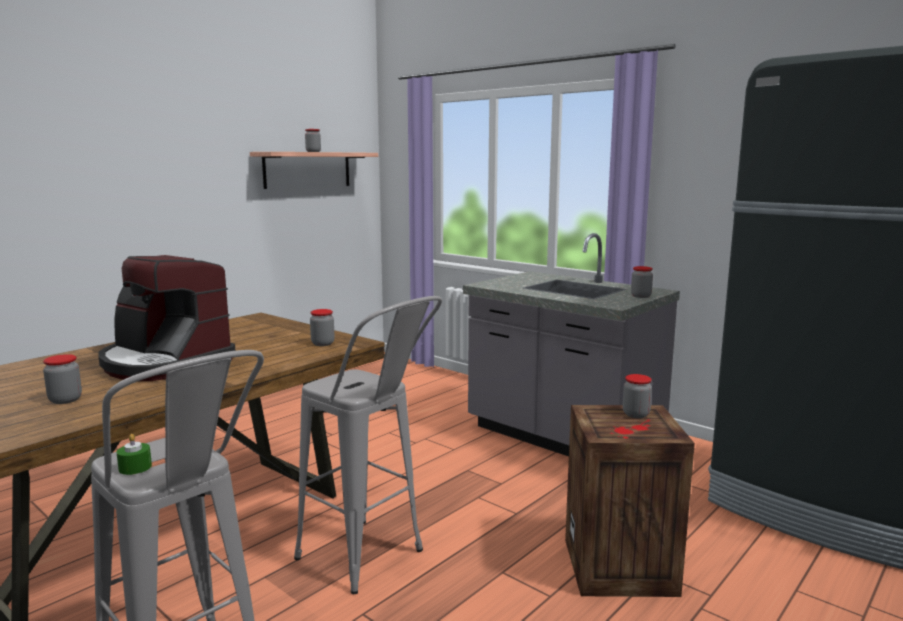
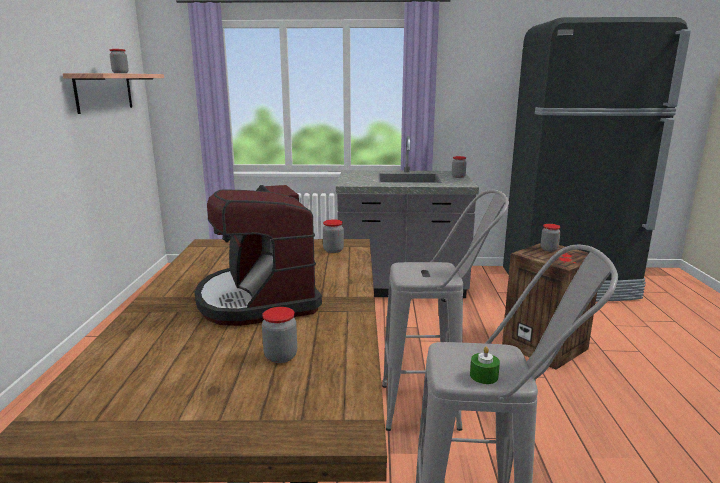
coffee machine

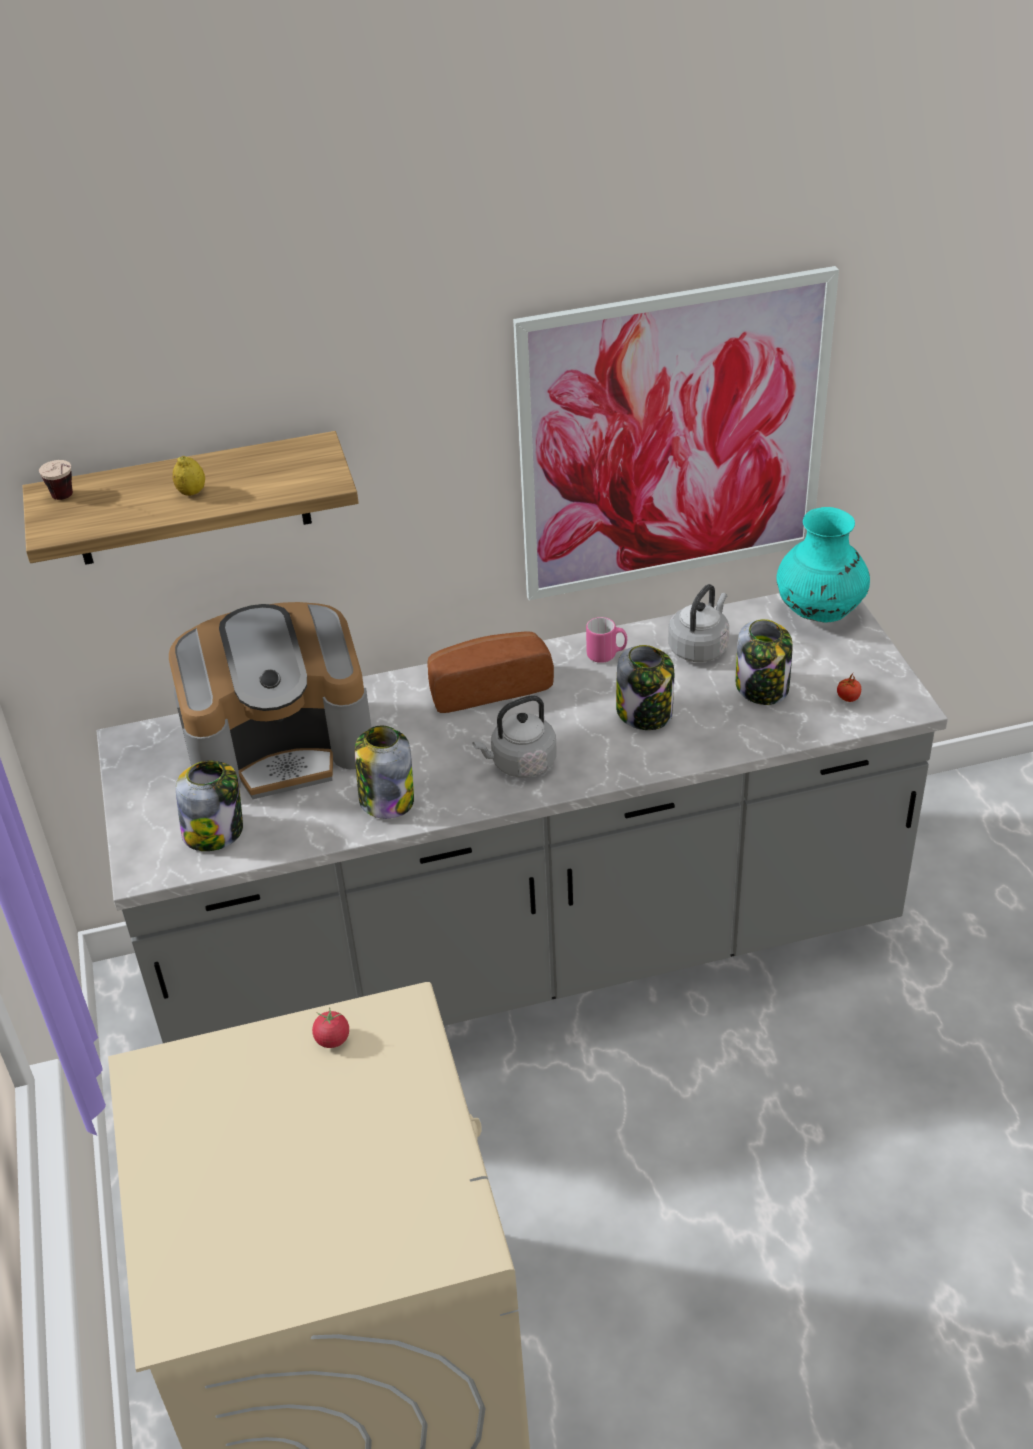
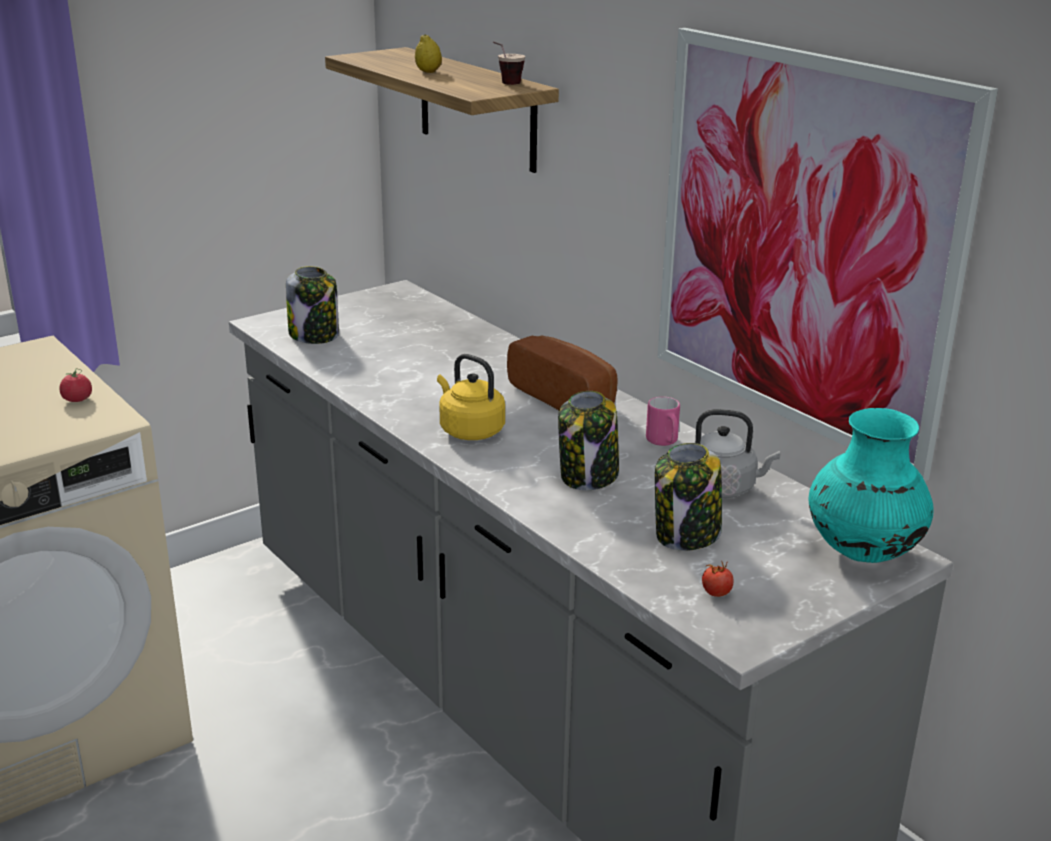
yellow-coloured water kettle
cup
coffee machine
jar (2nd from left in the first image)

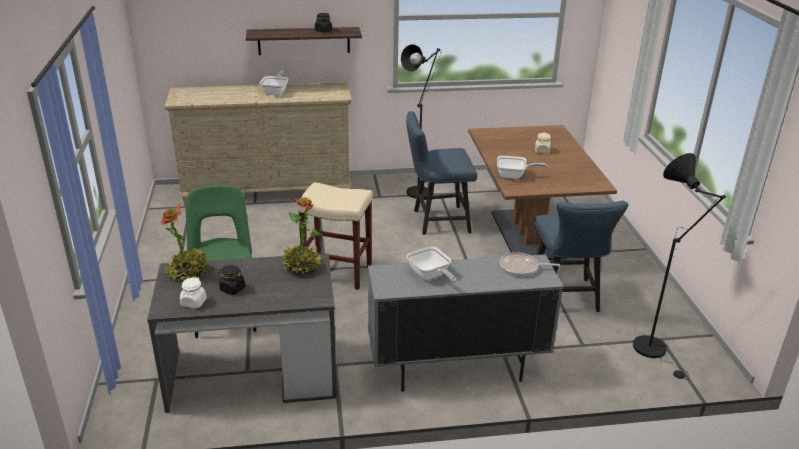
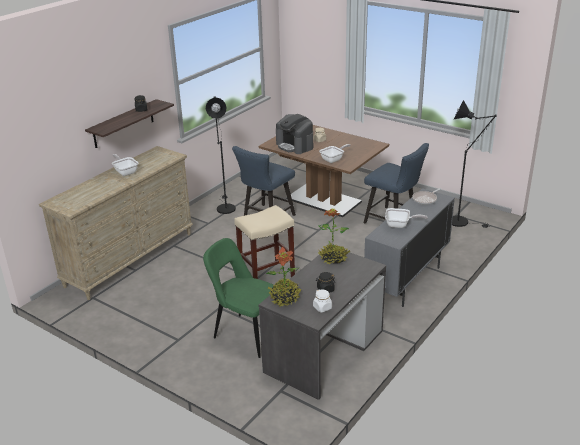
coffee machine

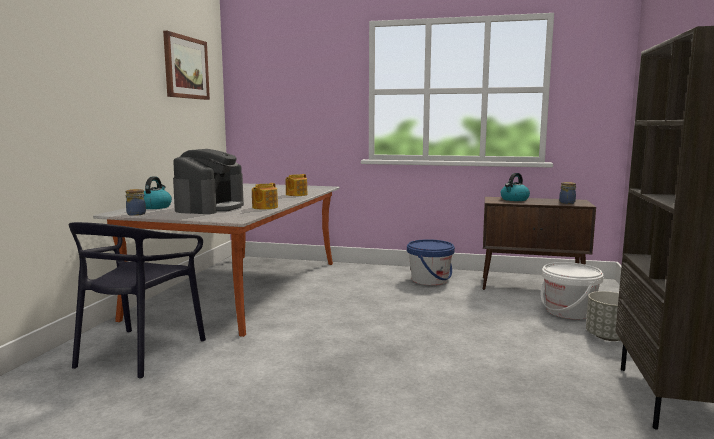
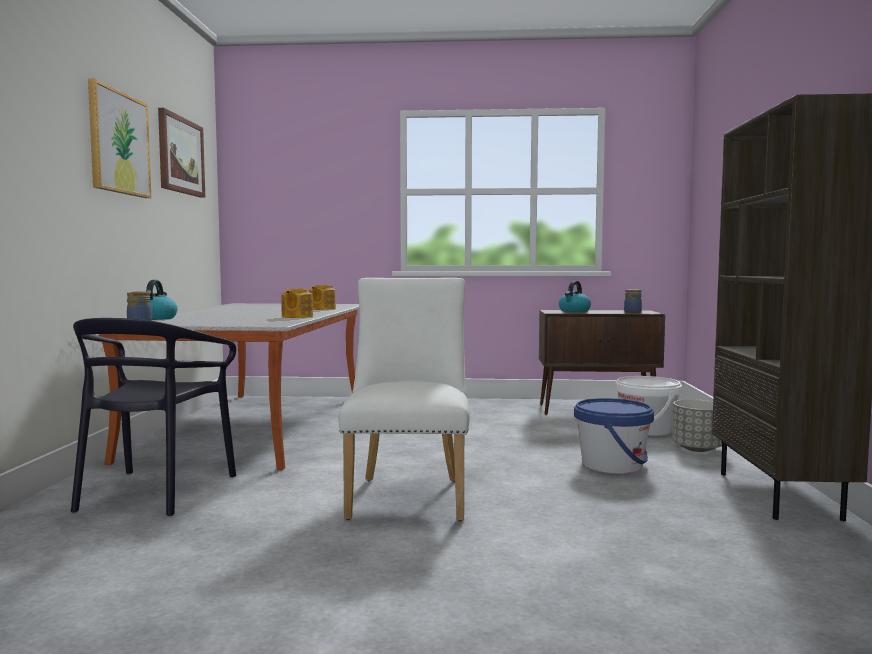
wall picture (1st from left)
white upright chair
blue-coloured bucket
coffee machine

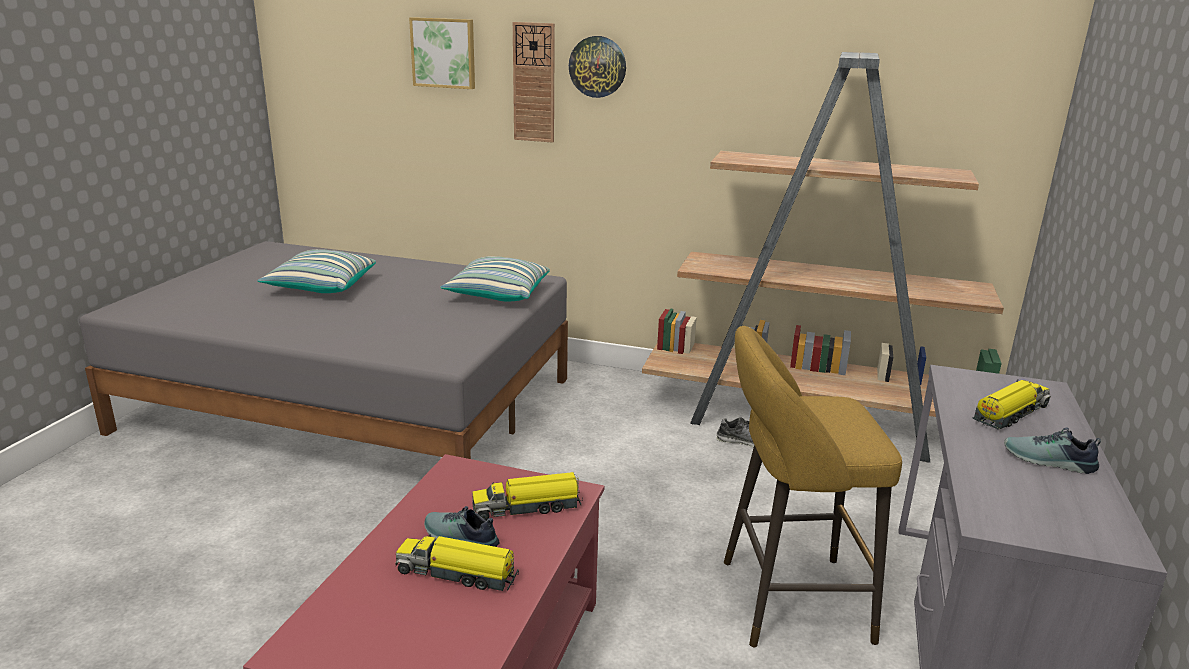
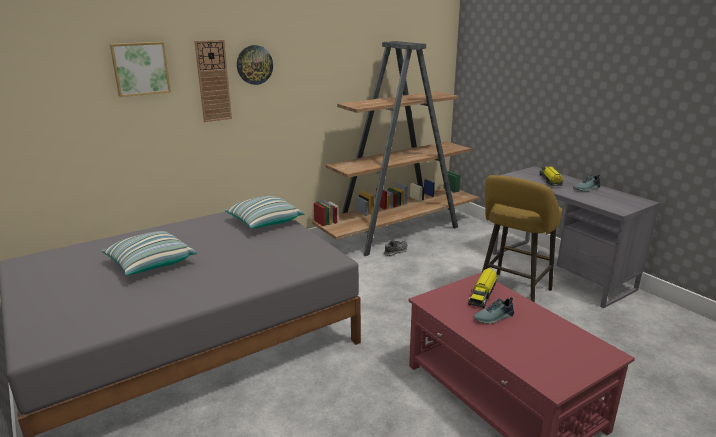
toy truck (1st from left in the first image)

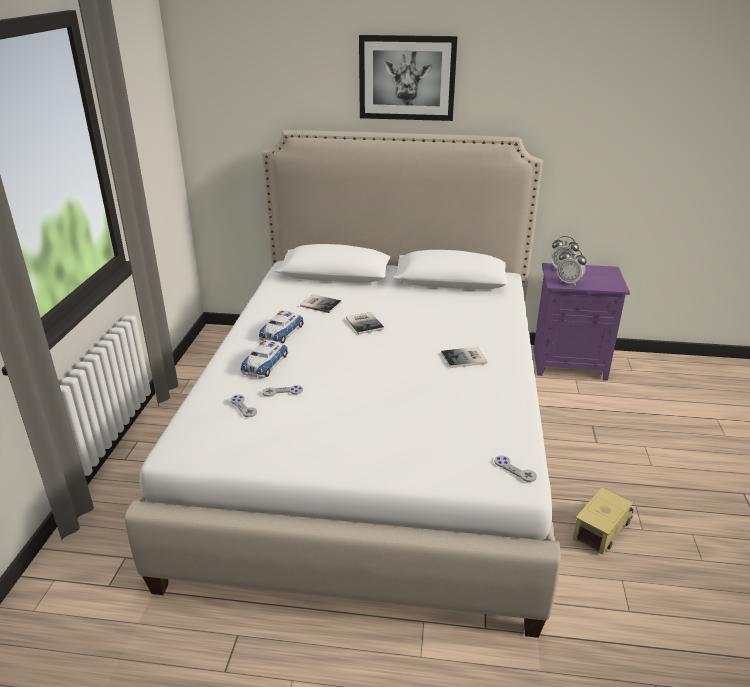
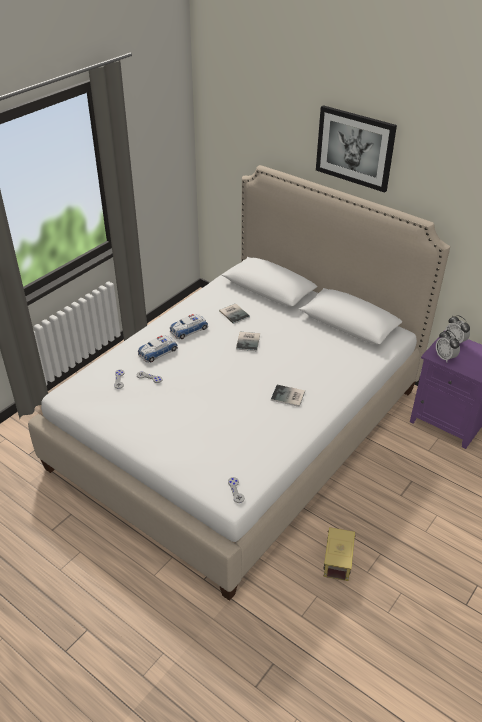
toy truck

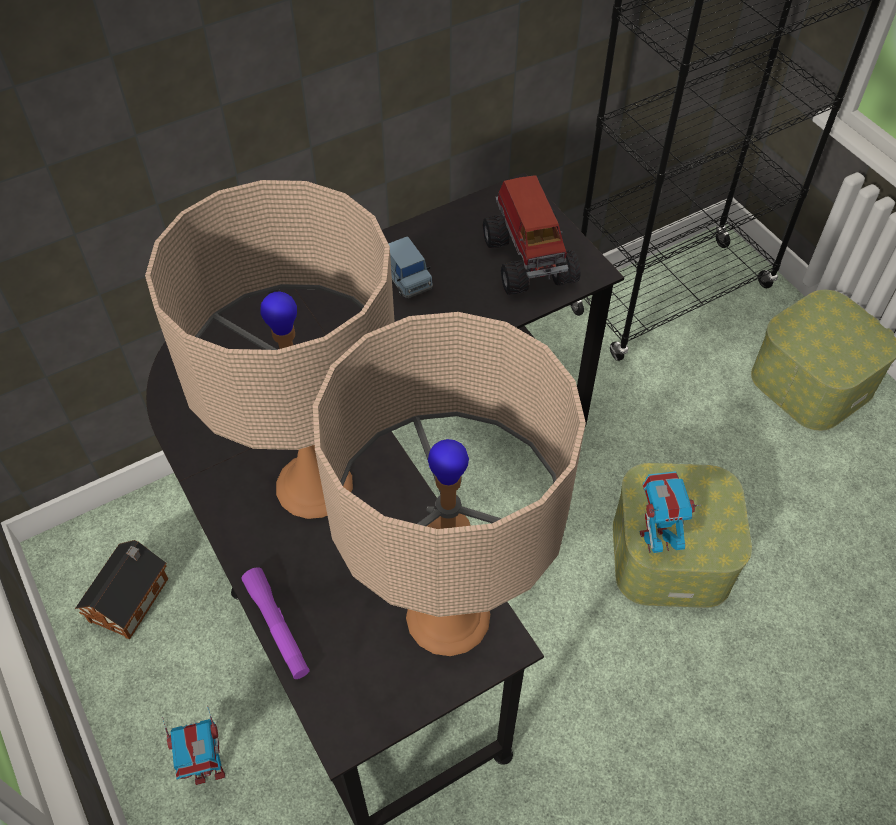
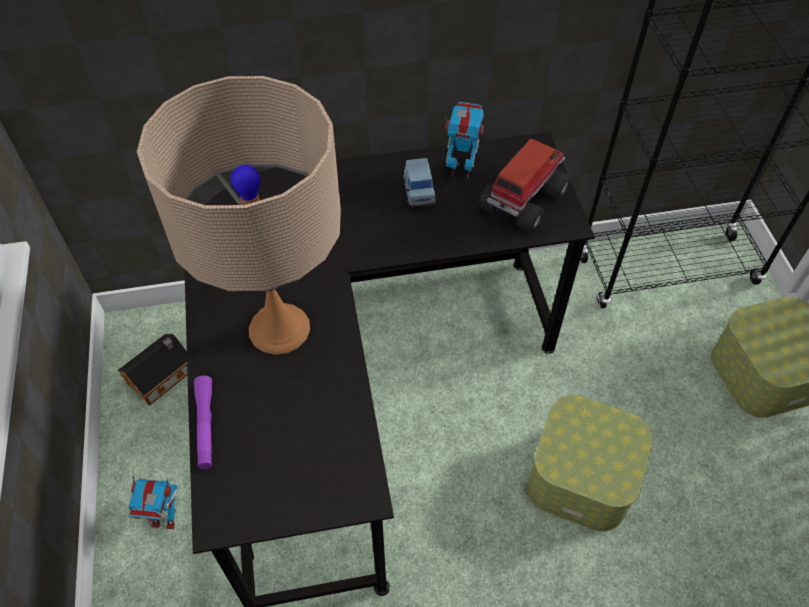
toy robot (2nd from left)
toy truck
sand-coloured lamp for a table (2nd from left in the first image)

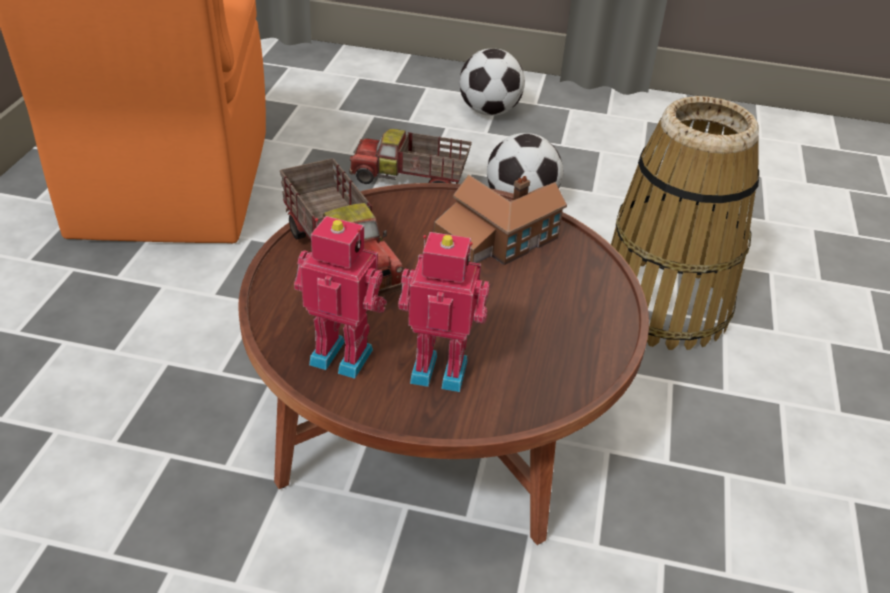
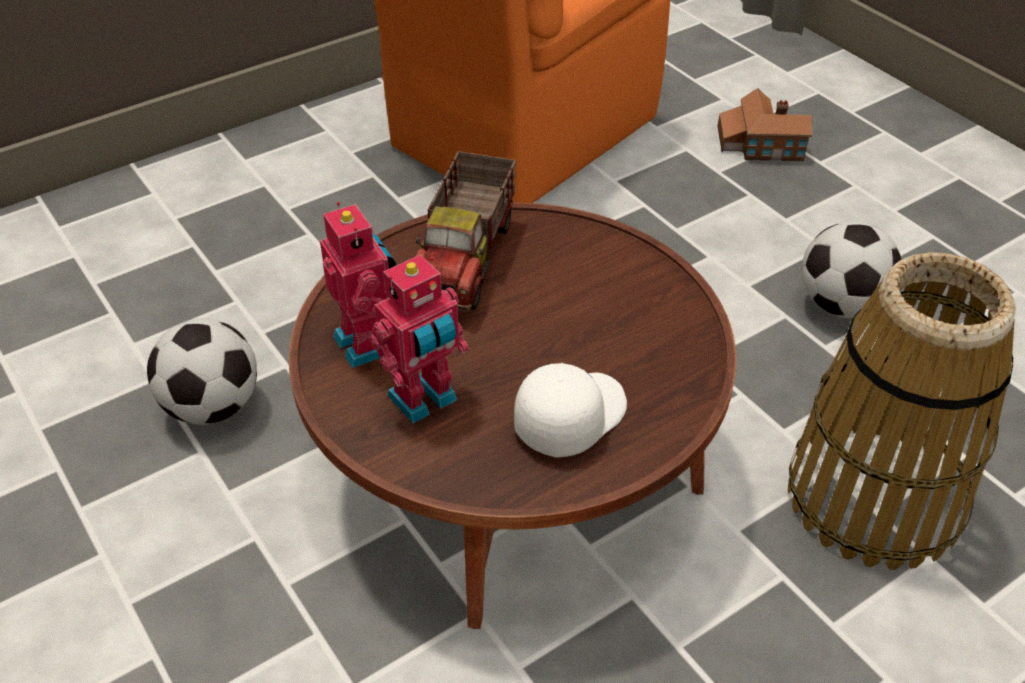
football ball (1st from left)
toy robot (2nd from left)
white baseball cap
miniature house
toy truck (2nd from left in the first image)

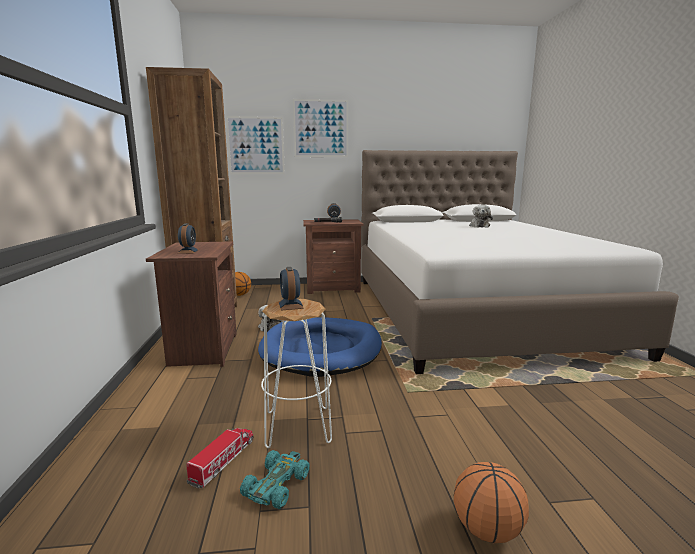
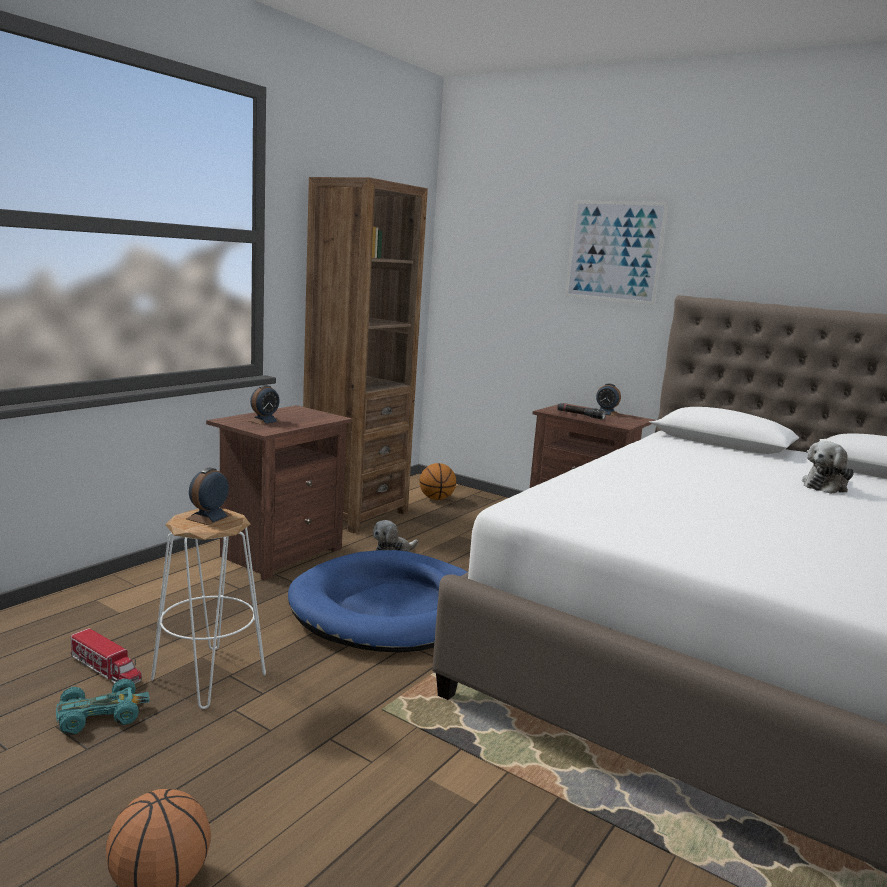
toy truck
wall picture (1st from left in the first image)

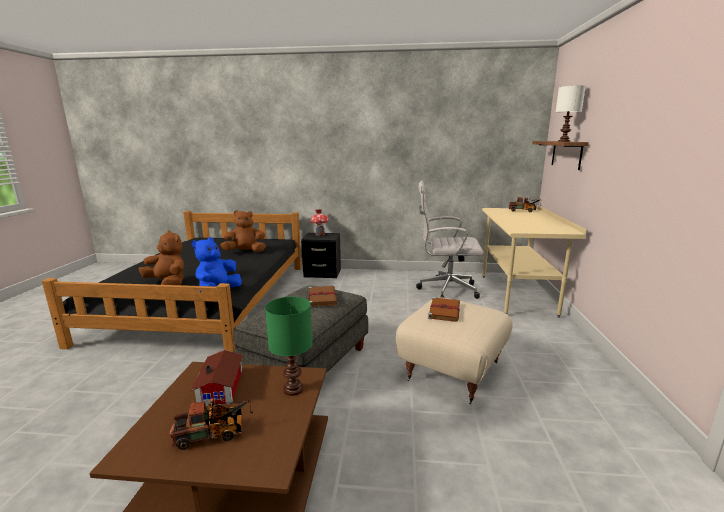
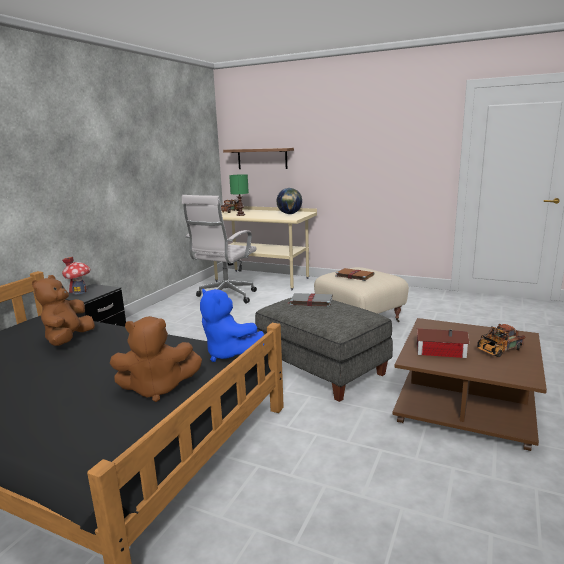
brown-coloured plush toy (2nd from left)
green lamp for a table
world globe
gray bound book
toy truck (2nd from left)
white lamp for a table

